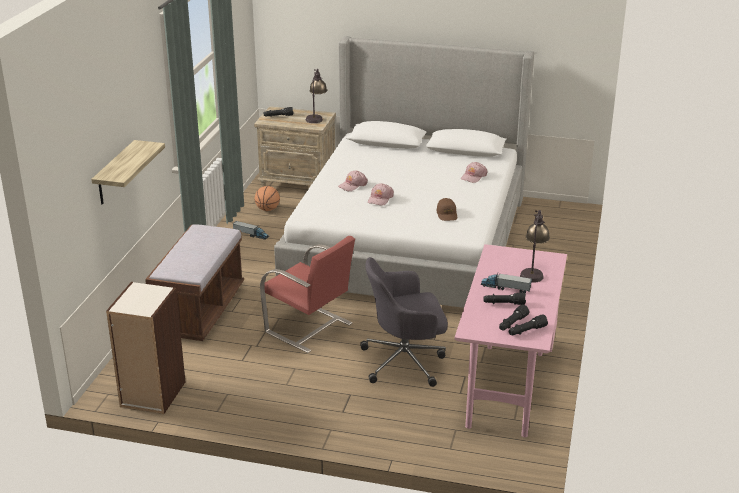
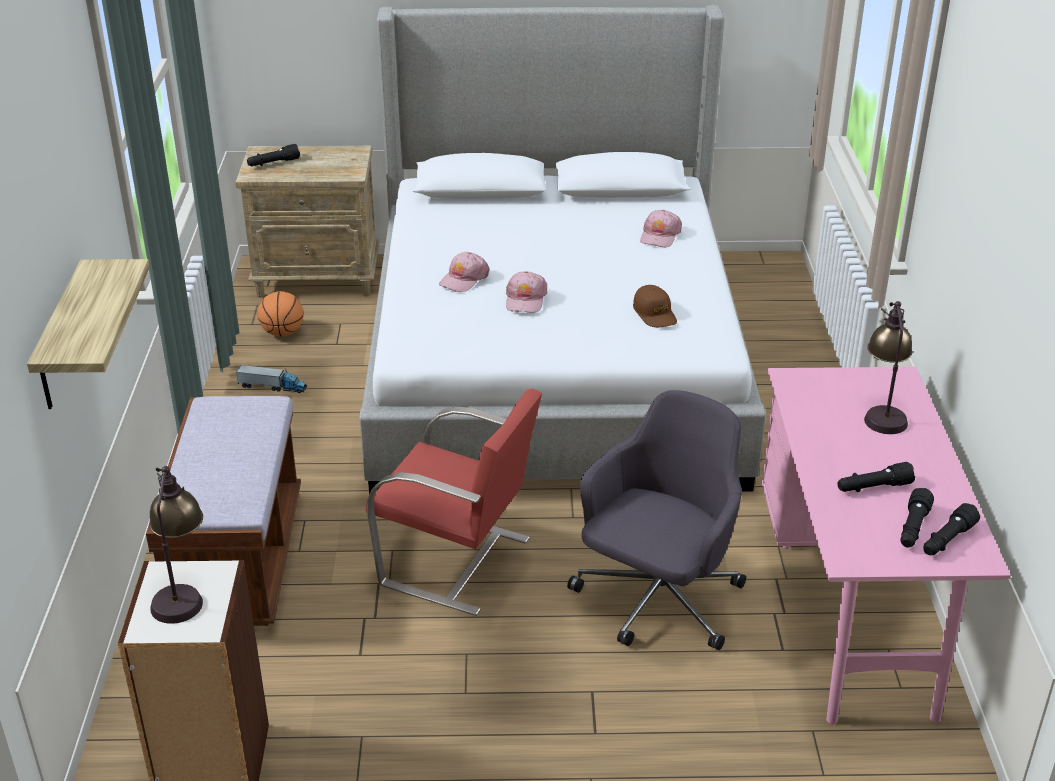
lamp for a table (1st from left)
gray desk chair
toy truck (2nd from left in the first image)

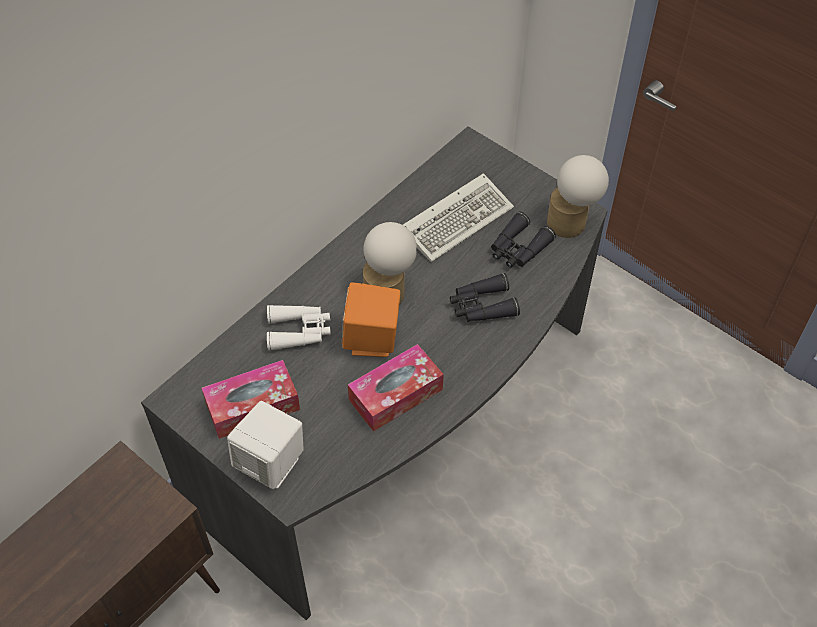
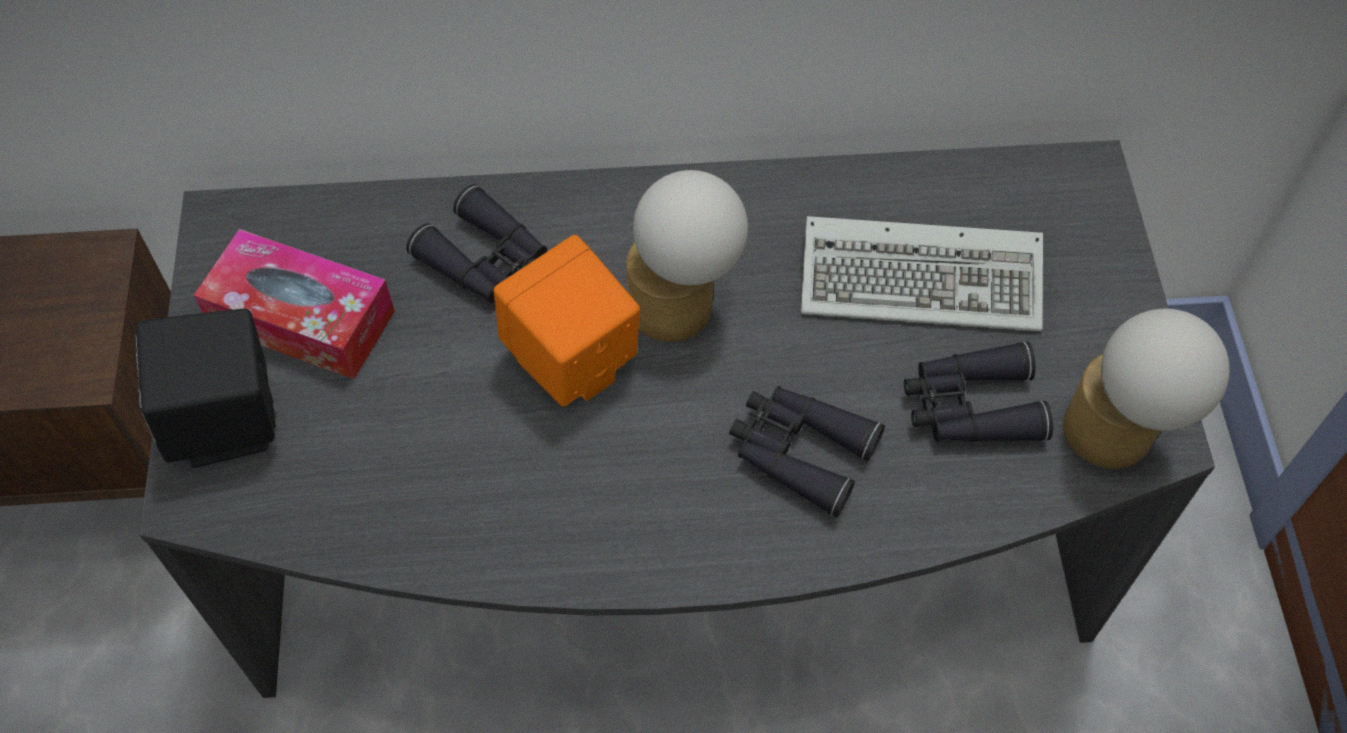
black-coloured loudspeaker
black-coloured field glasses (1st from left)
tissue box (2nd from left in the first image)

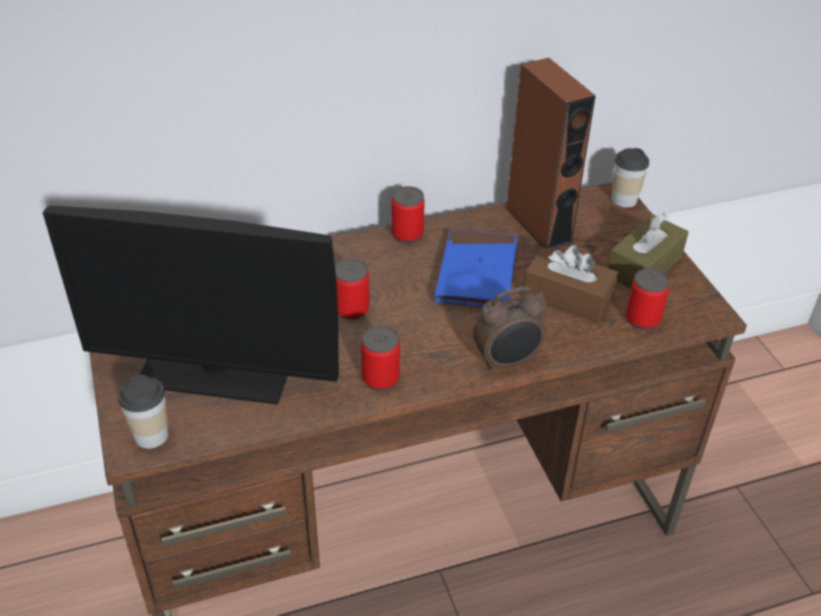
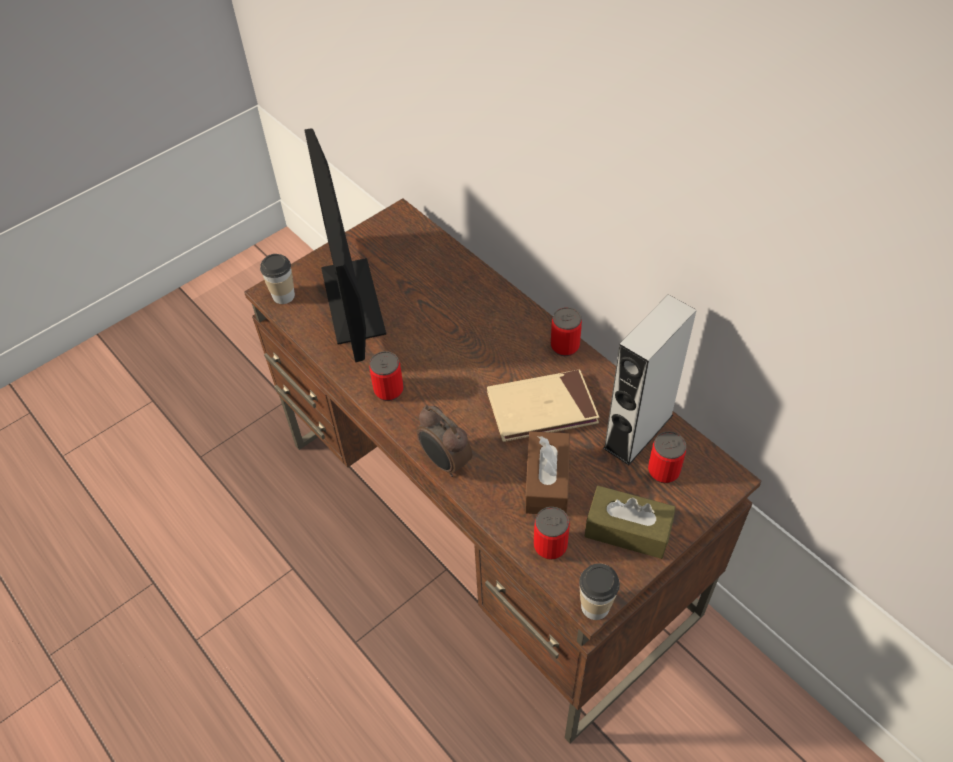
sand-coloured bound book
cup (2nd from left)
gray loudspeaker
sealed can (4th from left)

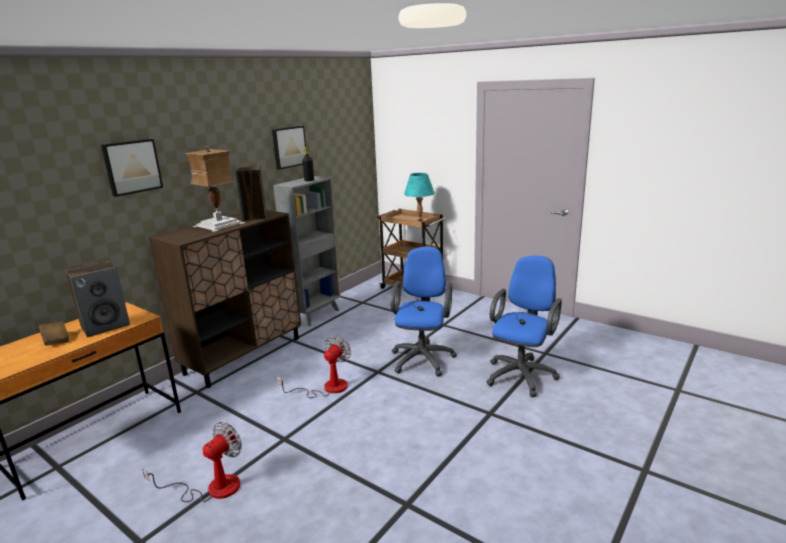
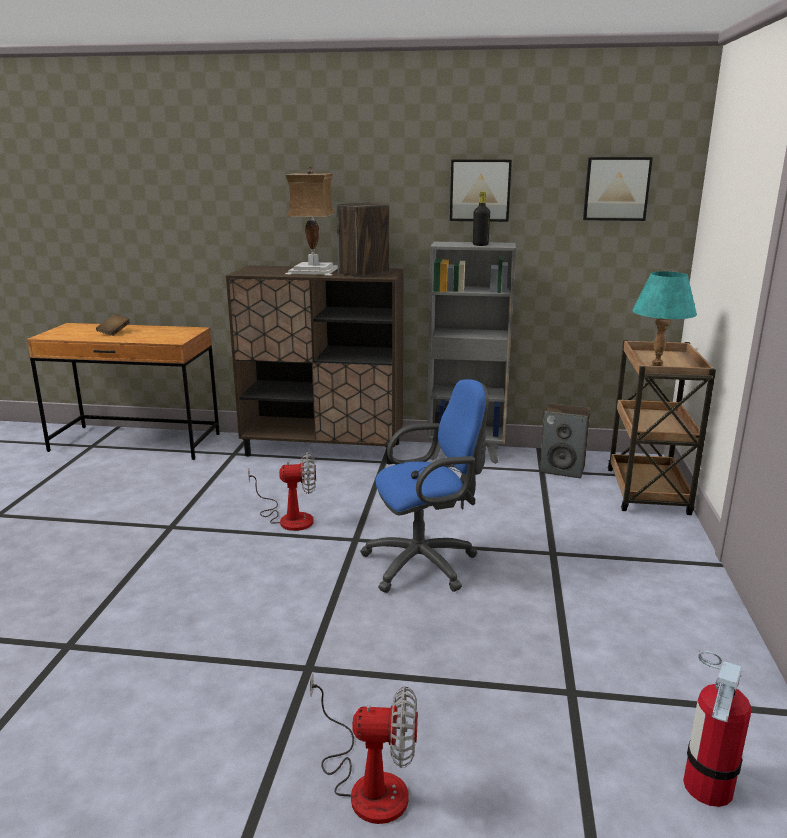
cooling fan (2nd from left)
loudspeaker (2nd from left)
wall picture (2nd from left)
extinguisher
blue-coloured desk chair (2nd from left in the first image)

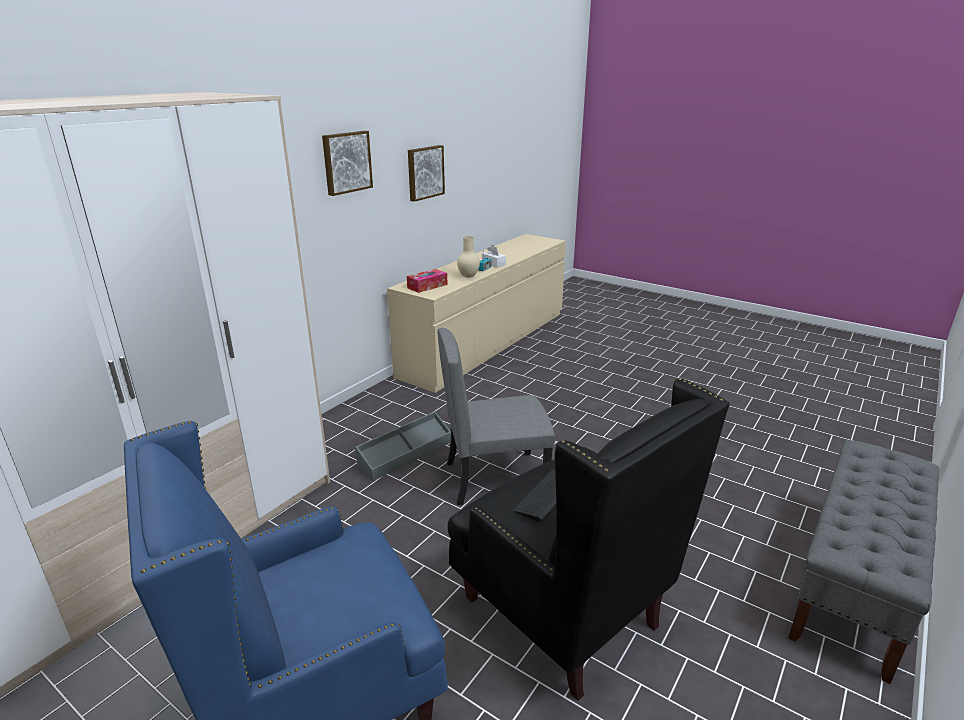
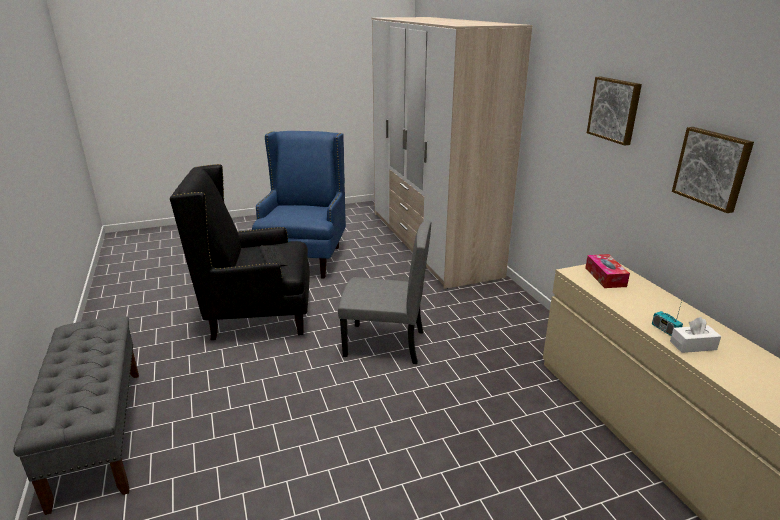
gray upright chair
gray storage box
sand-coloured flower vase

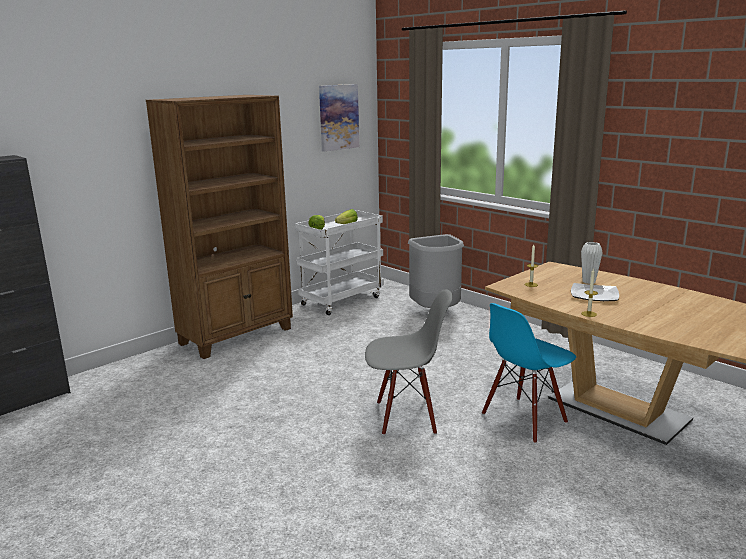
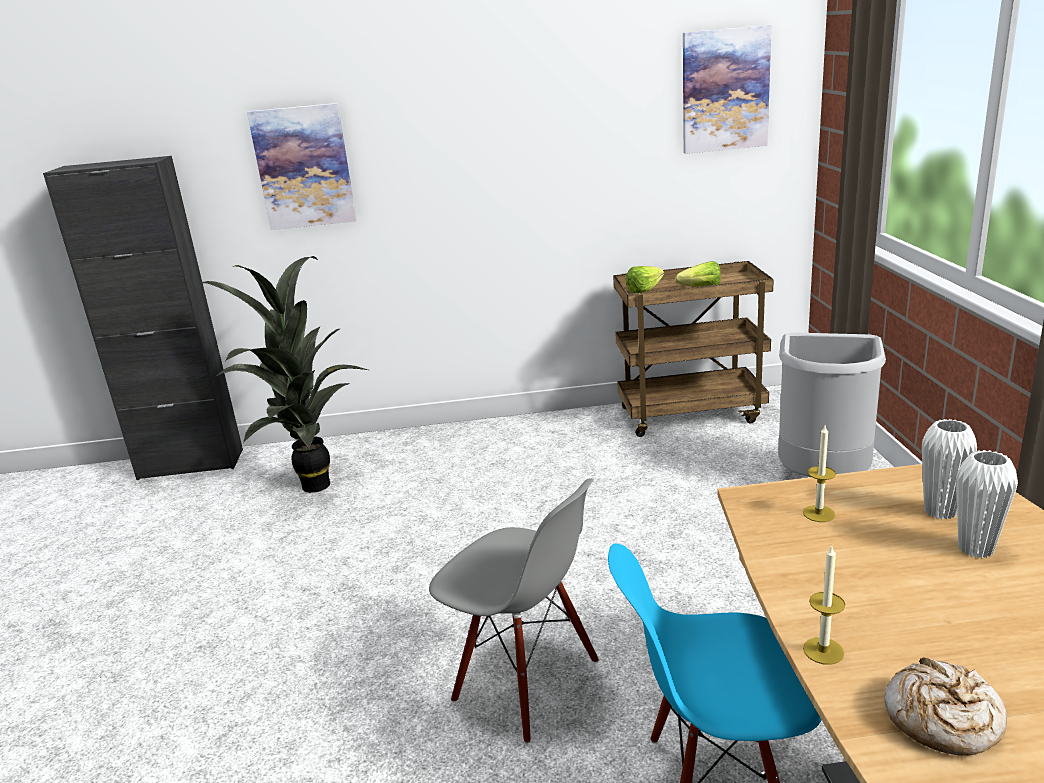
houseplant
wall picture (1st from left)
brown-coloured cart
bread
white flower vase (1st from left)
brown-coloured shelving unit
flat dish

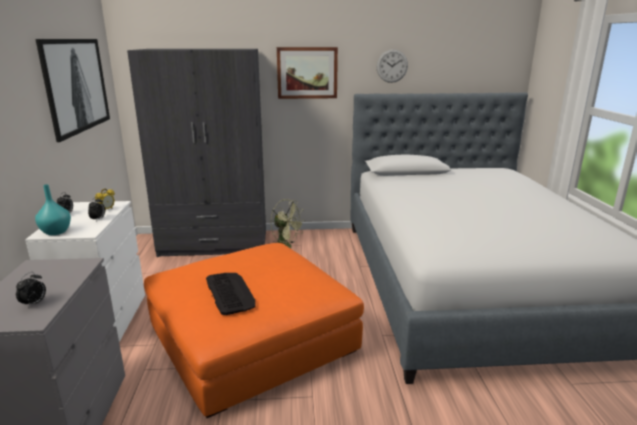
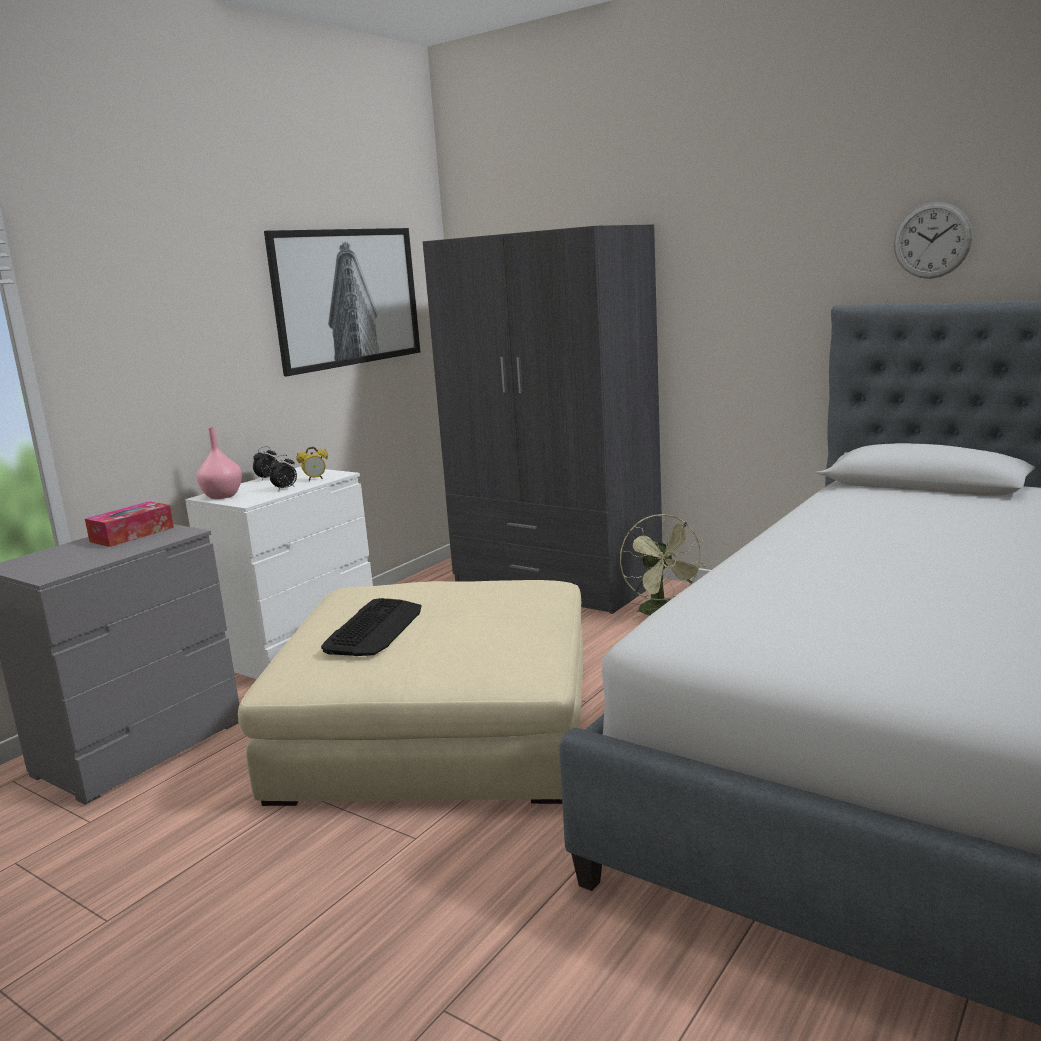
tissue box
pinkish flower vase
sand-coloured ottoman
bedside clock (1st from left in the first image)
wall picture (2nd from left in the first image)

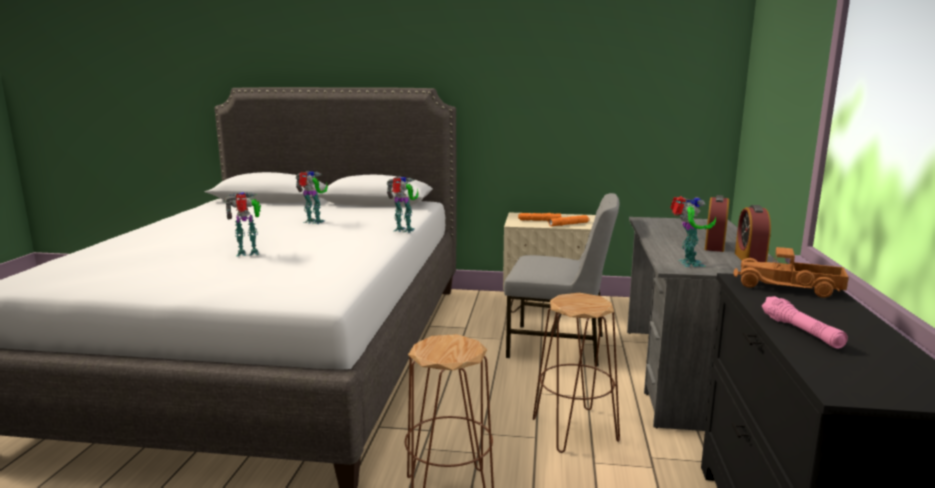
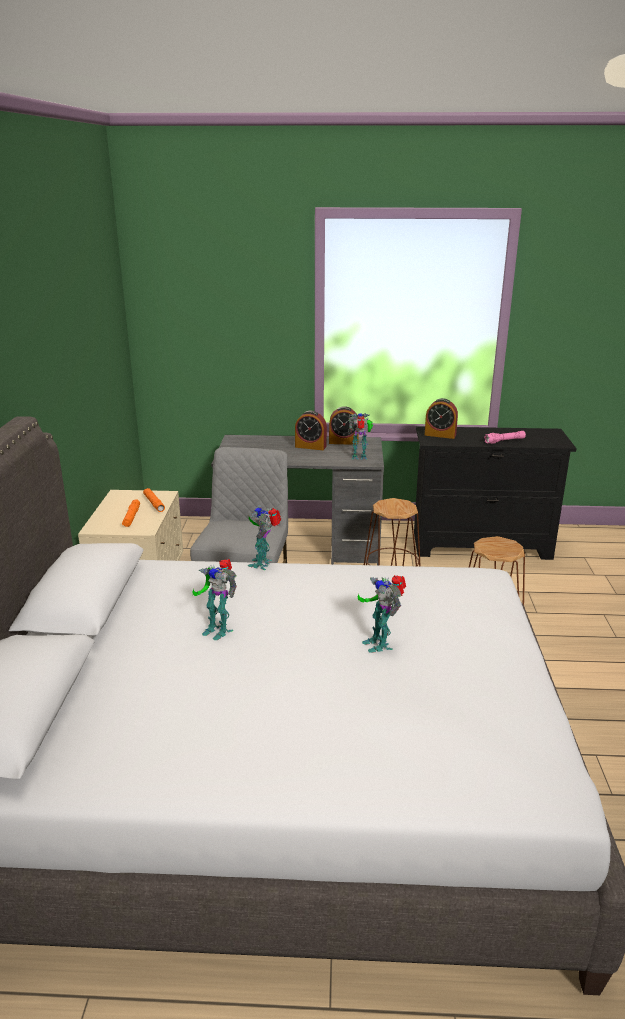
toy robot (1st from left)
bedside clock (3rd from left)

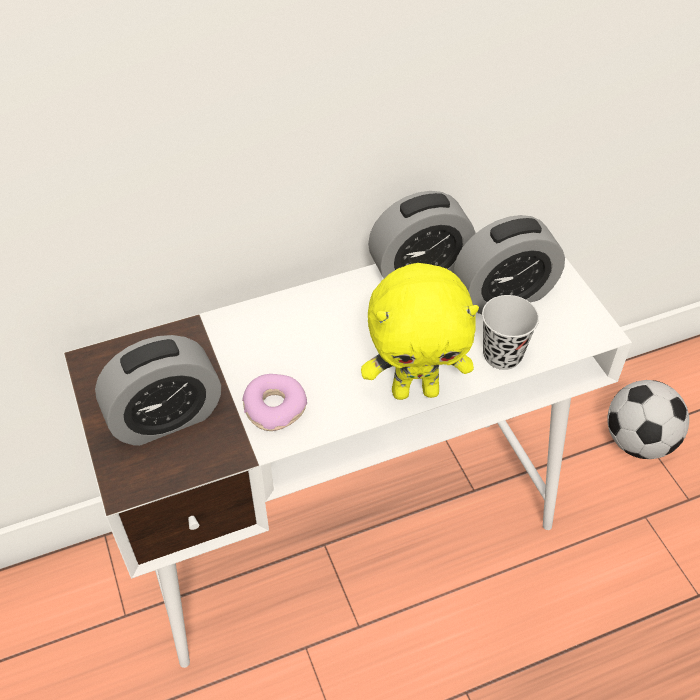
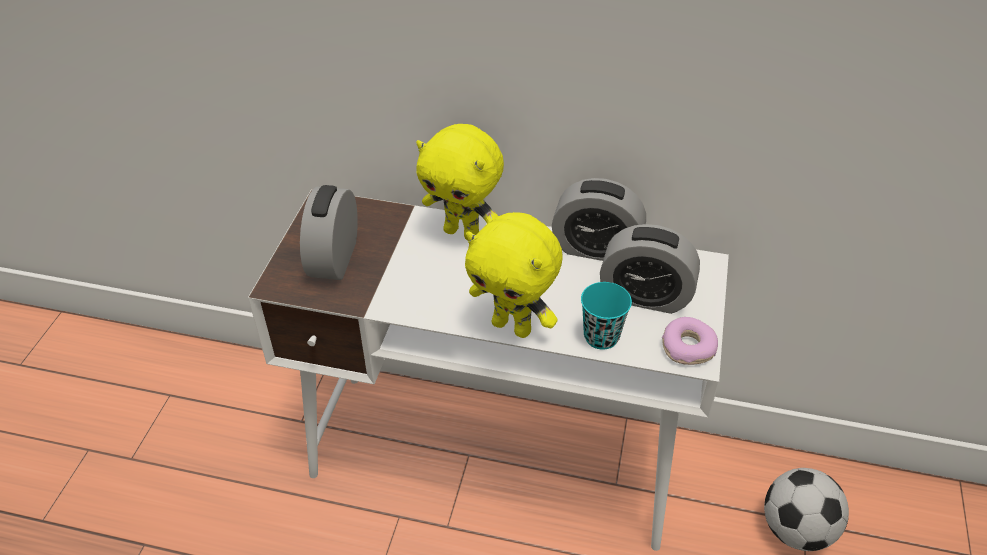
bedside clock (1st from left)
yellow-coloured plush toy (1st from left)
turquoise-coloured cup
doughnut

